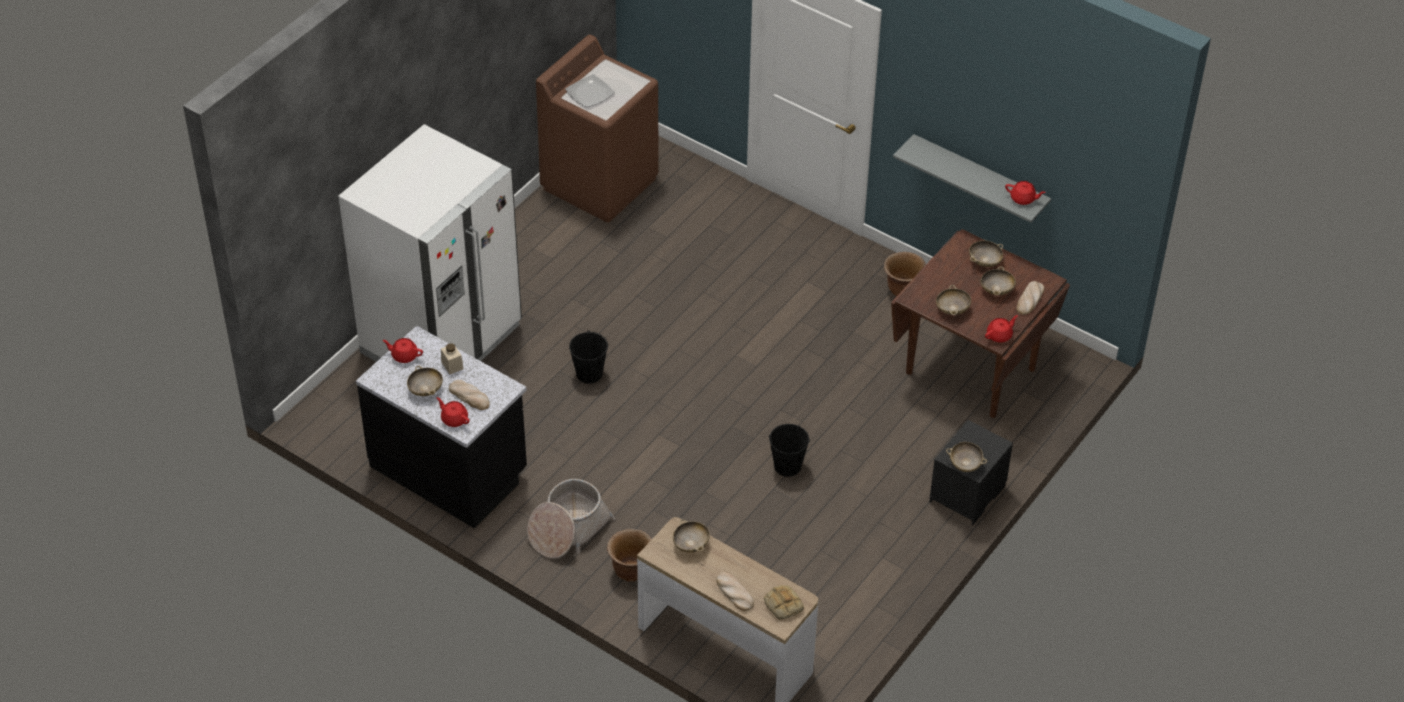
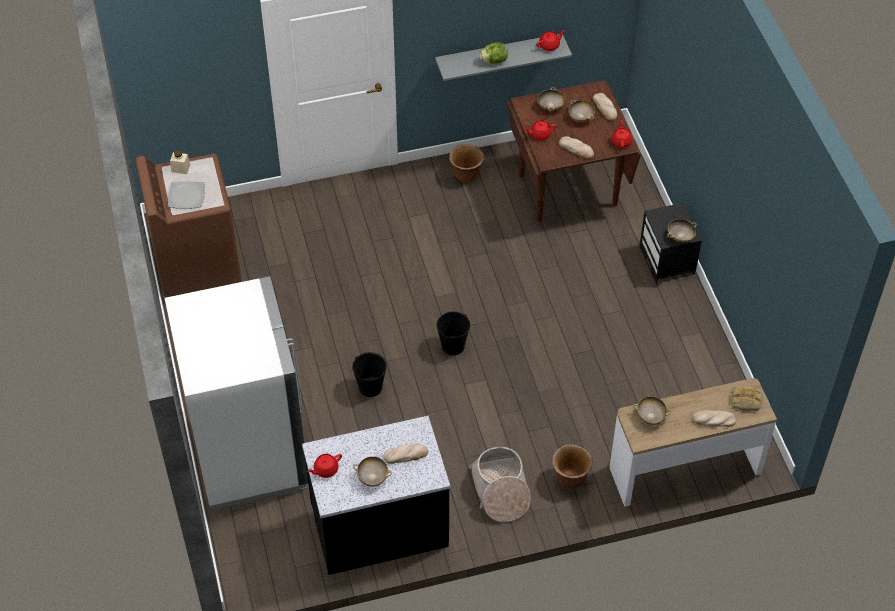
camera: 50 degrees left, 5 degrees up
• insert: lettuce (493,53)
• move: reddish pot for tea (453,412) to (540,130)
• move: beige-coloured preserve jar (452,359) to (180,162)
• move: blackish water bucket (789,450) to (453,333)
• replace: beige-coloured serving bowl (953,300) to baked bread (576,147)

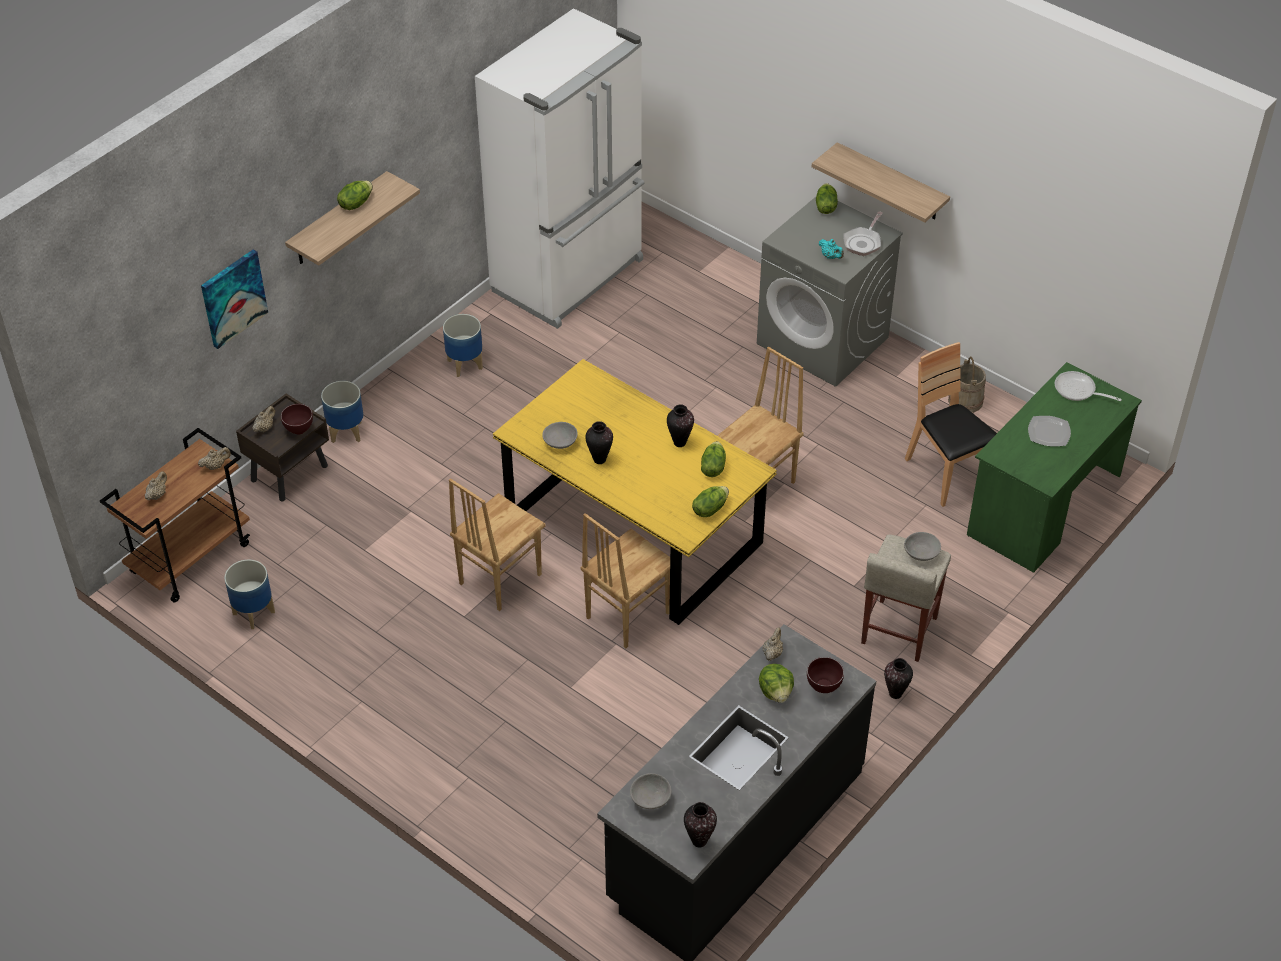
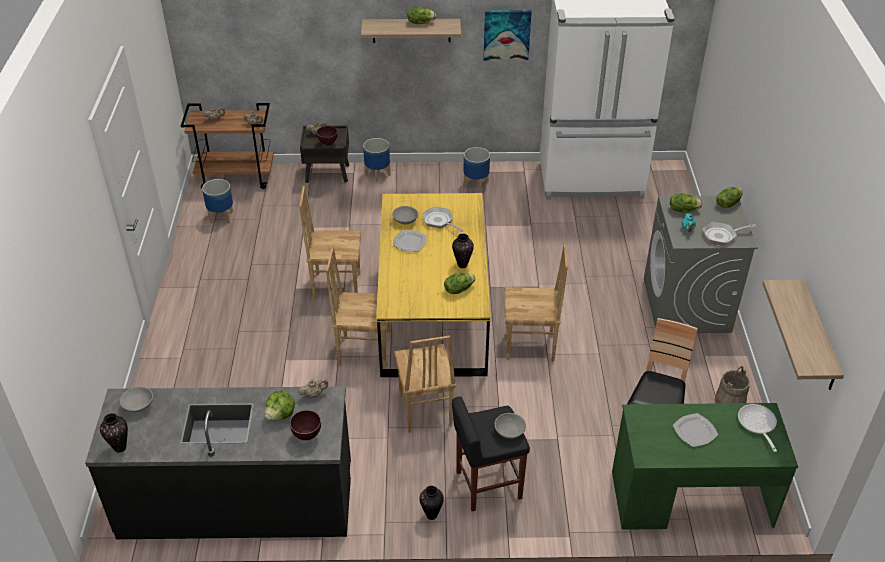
camera: 50 degrees right, 5 degrees down
• insert: brownish plain chair (425,384)
• insert: frying pan (443,219)
• move: wall picture (234,299) to (507,35)
• move: lettuce (710,501) to (686,202)
• move: shelf (881,182) to (803,335)
• replace: decorative vase (599,442) to plate (410,241)
• recolor: beige-coloured sitting stool (906,598) to blackish sitting stool (491,454)

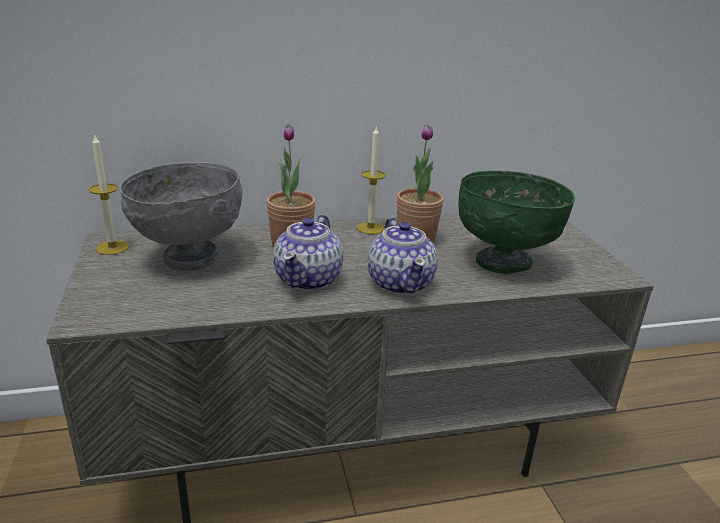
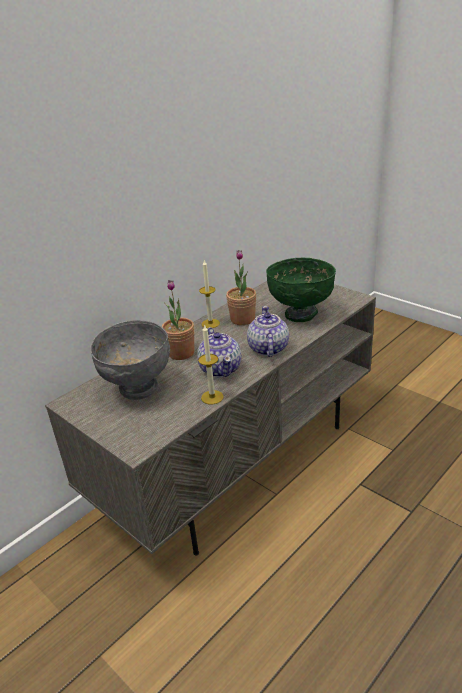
camera: 30 degrees left, 5 degrees up
• move: wax light (108,194) to (211,364)
• rotate: pot for tea (403,256) = (268,331) 135 degrees counterclockwise

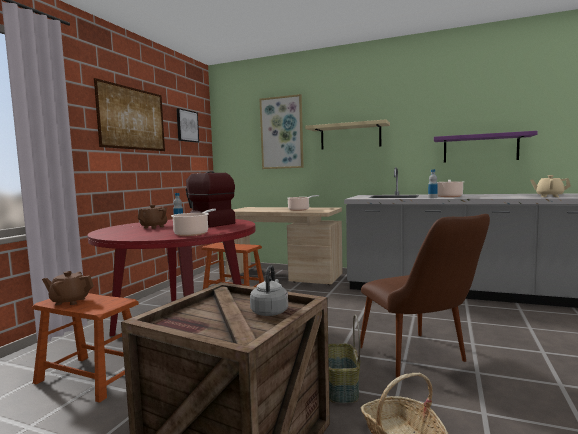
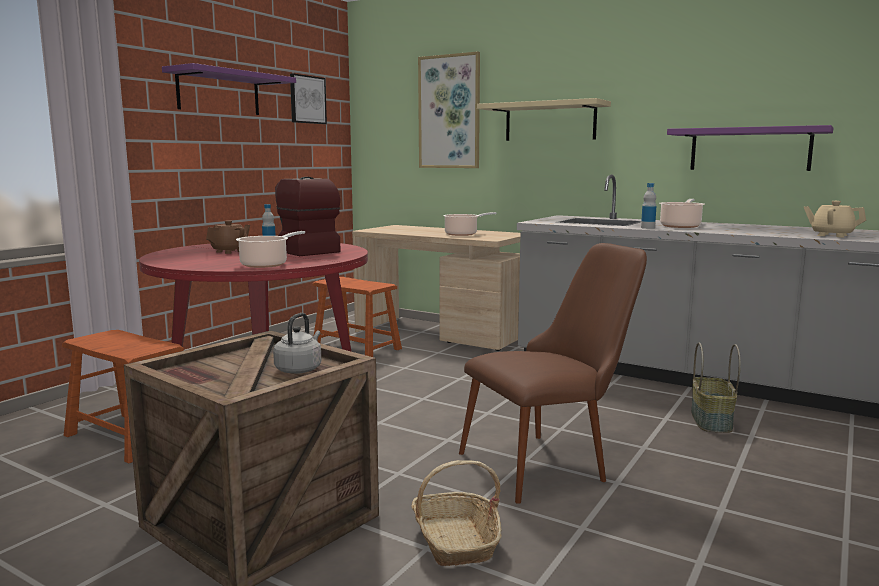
camera: 10 degrees right, 5 degrees up
• delete: brownish pot for tea (68,288)
• move: basket (344,359) to (716,387)
• replace: wall picture (129,114) to purple shelf (229,89)
• rotate: brownish plain chair (425,296) = (553,373) 105 degrees counterclockwise

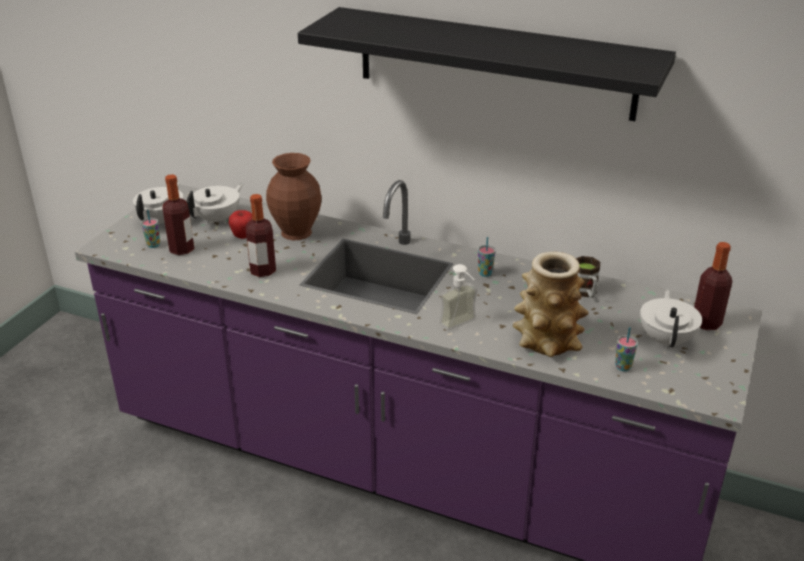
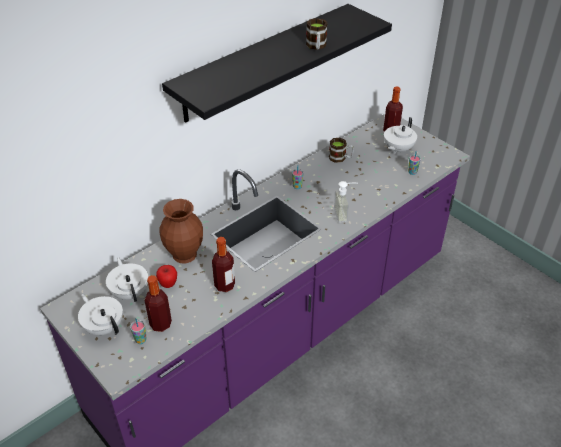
camera: 65 degrees left, 10 degrees up
• delete: decorative vase (551,304)
• insert: mug (317,34)
• rotate: whitish pot for tea (671,319) = (400,135) 90 degrees counterclockwise

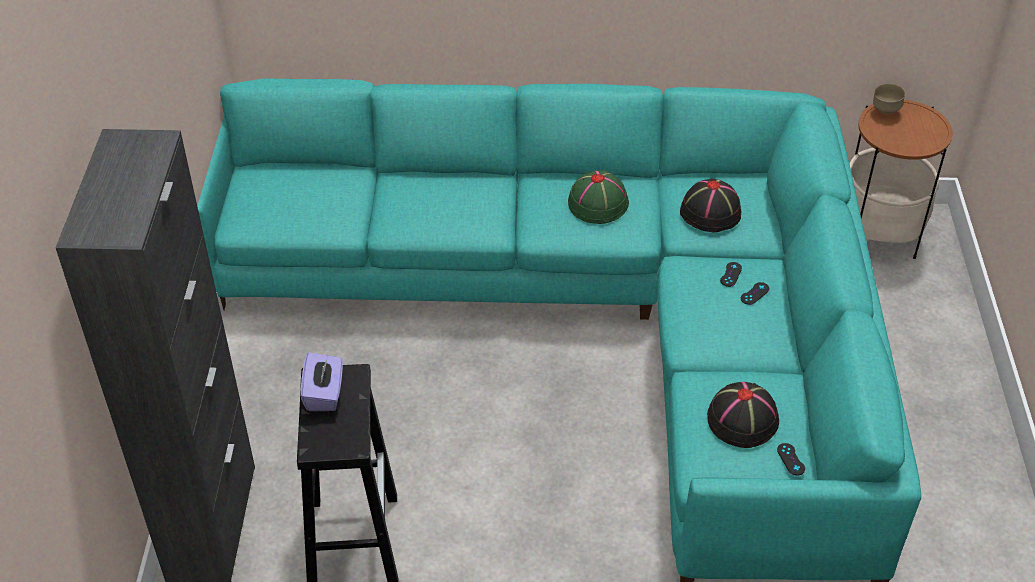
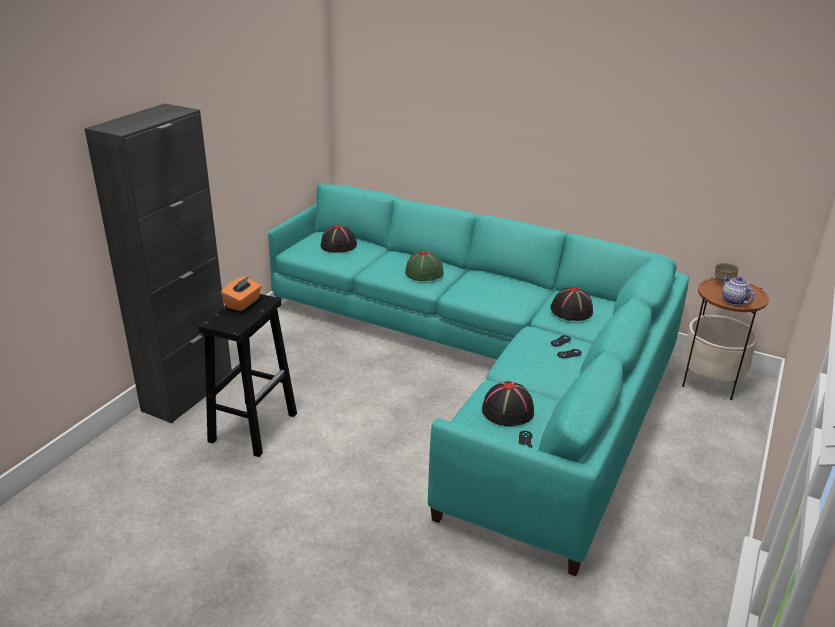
camera: 25 degrees right, 15 degrees down
• insert: blackish hat (339,239)
• insert: pot for tea (738,289)
• move: green-coloured hat (598,197) to (424,266)
• recolor: purple tissue box (322,381) to orange tissue box (241,293)

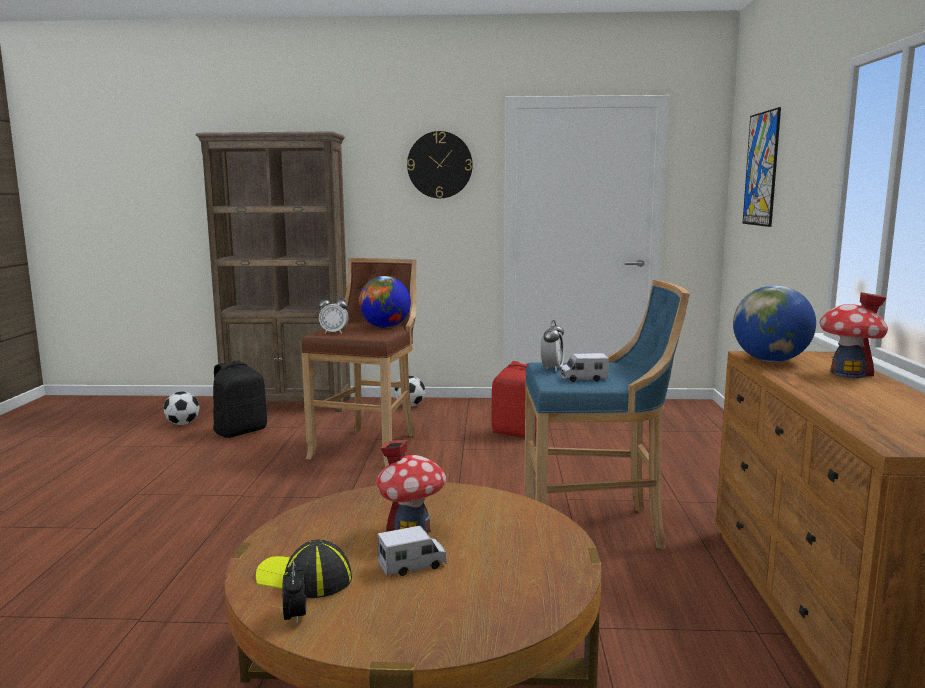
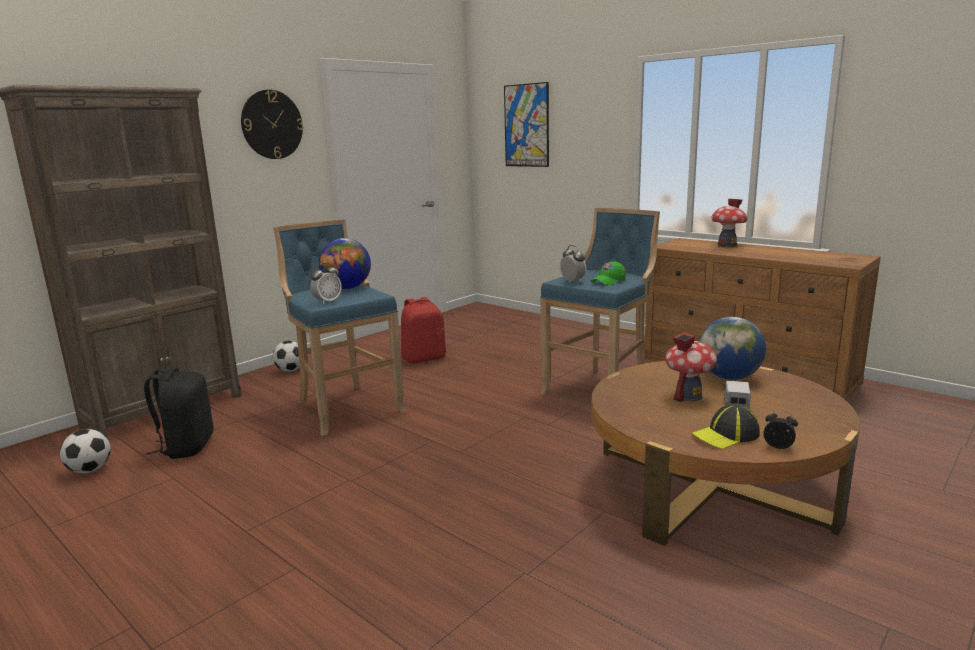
camera: 50 degrees left, 5 degrees up
• move: desk globe (774,323) to (732,348)
• replace: toy lorry (584,367) to green-coloured cap (608,273)
• recolor: brownish sitting stool (359,362) to blue-coloured sitting stool (340,328)

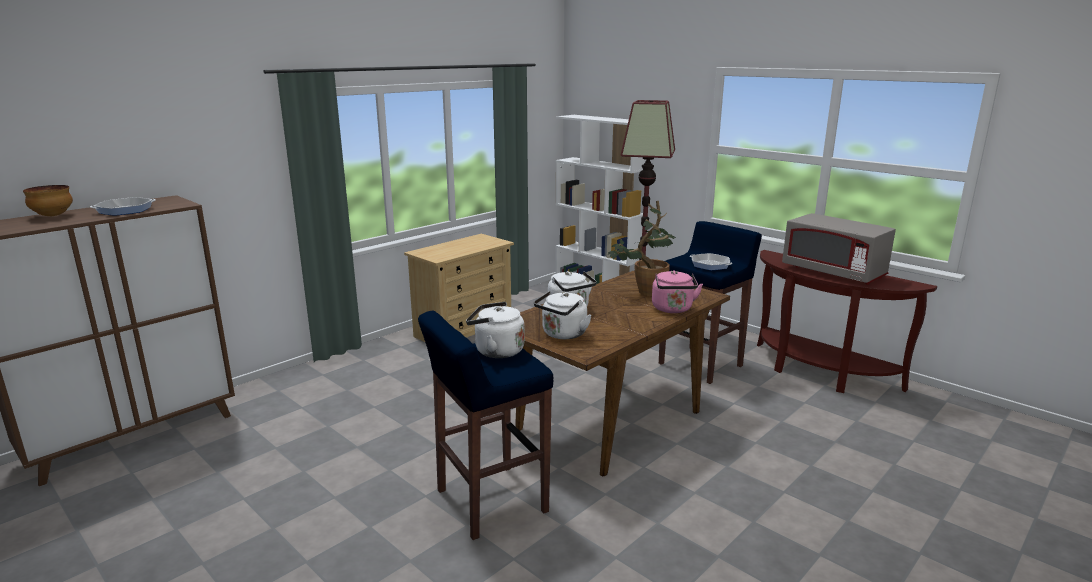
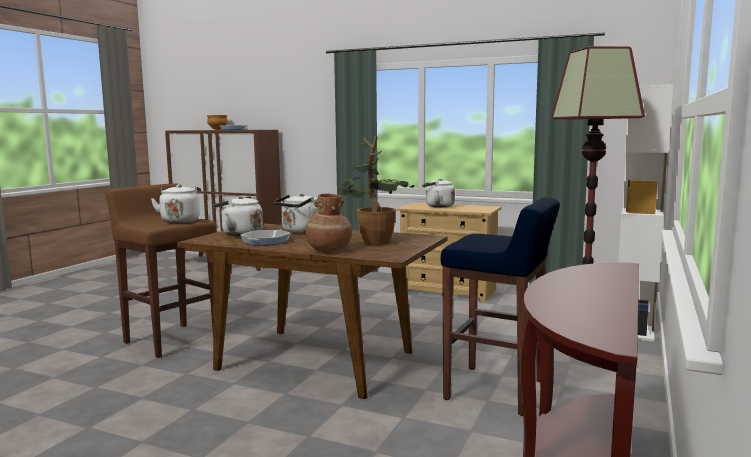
camera: 70 degrees right, 10 degrees down
• delete: greyish microwave oven (839,249)
• insert: whitish tea kettle (438,193)
• move: frying pan (711,261) to (266,237)
• replace: pink tea kettle (677,291) to brownish decorative vase (328,223)
• recolor: blue-coloured sitting stool (485,425) to brownish sitting stool (161,270)

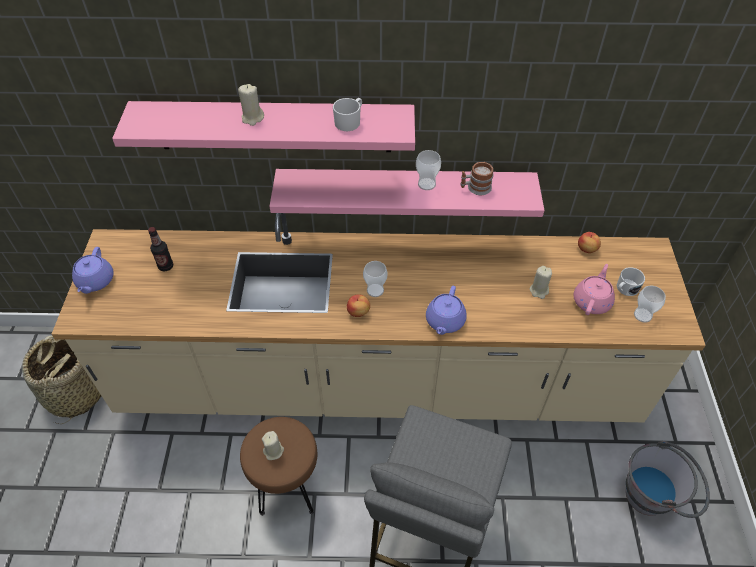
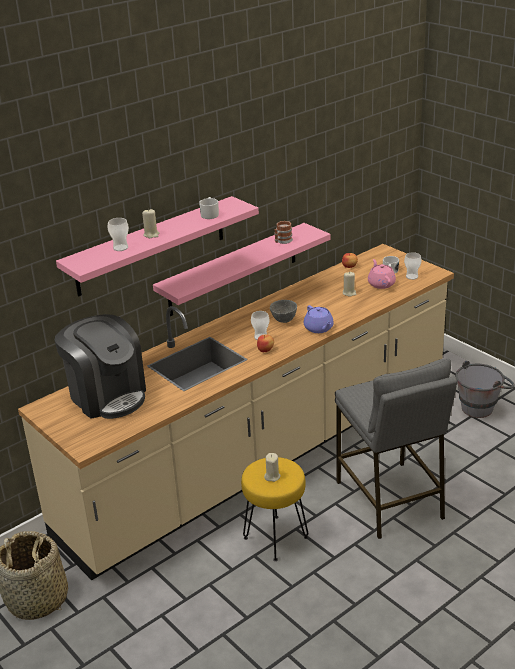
camera: 40 degrees left, 20 degrees down
• delete: purple pot for tea (93,270)
• insert: greyish serving bowl (283,311)
• move: drinking cup (428,170) to (118,234)
• replace: bottle (160,249) to coffee machine (100,366)
• recolor: brownish sitting stool (278,466) to yellow sitting stool (274,509)

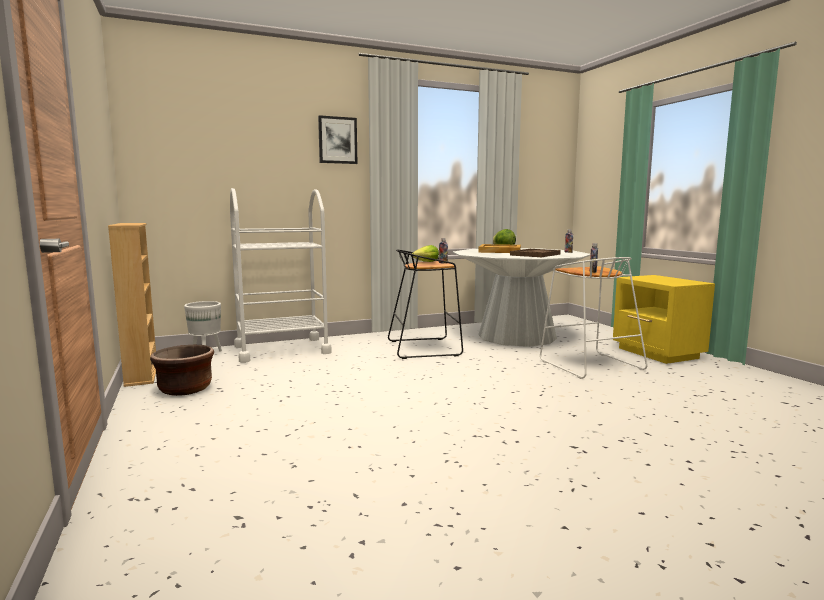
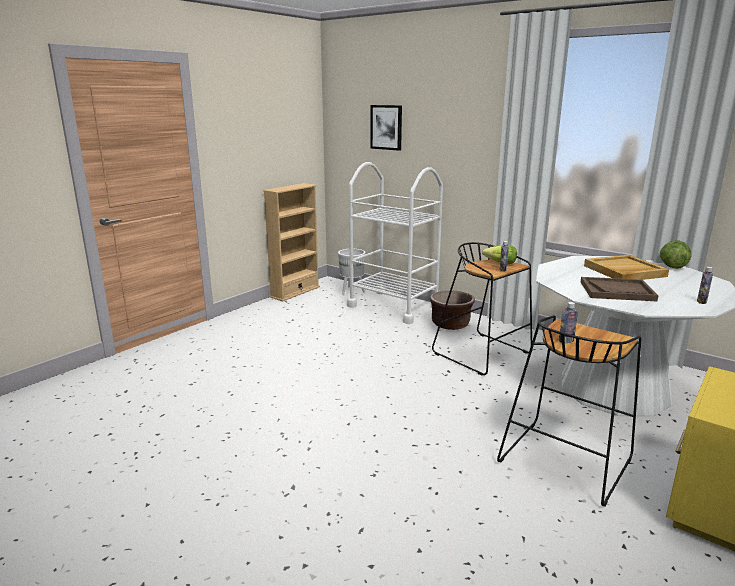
camera: 60 degrees right, 10 degrees up
• move: brownish planter (182,370) to (452,310)
• move: wall picture (337,139) to (386,128)
• recolor: whitish sitting stool (594,318) to blackish sitting stool (569,411)

